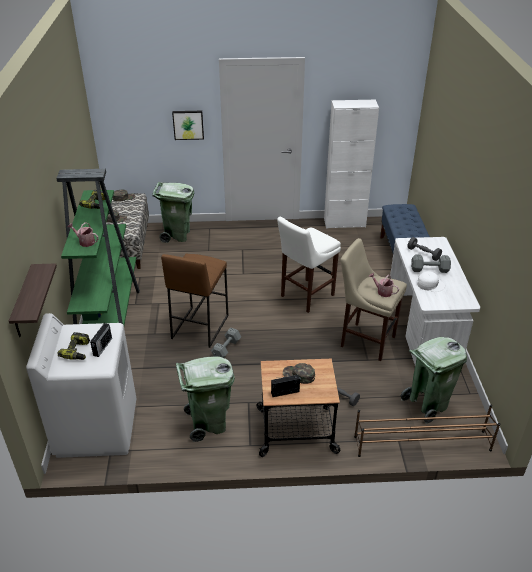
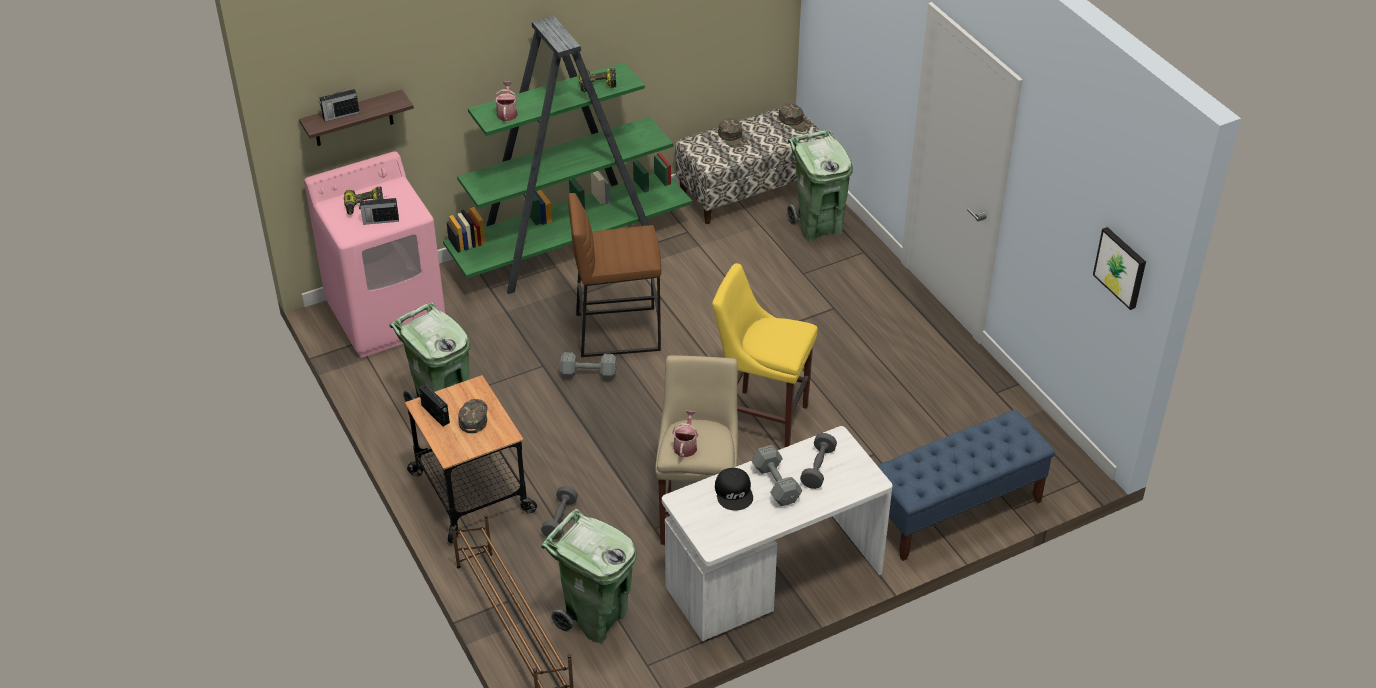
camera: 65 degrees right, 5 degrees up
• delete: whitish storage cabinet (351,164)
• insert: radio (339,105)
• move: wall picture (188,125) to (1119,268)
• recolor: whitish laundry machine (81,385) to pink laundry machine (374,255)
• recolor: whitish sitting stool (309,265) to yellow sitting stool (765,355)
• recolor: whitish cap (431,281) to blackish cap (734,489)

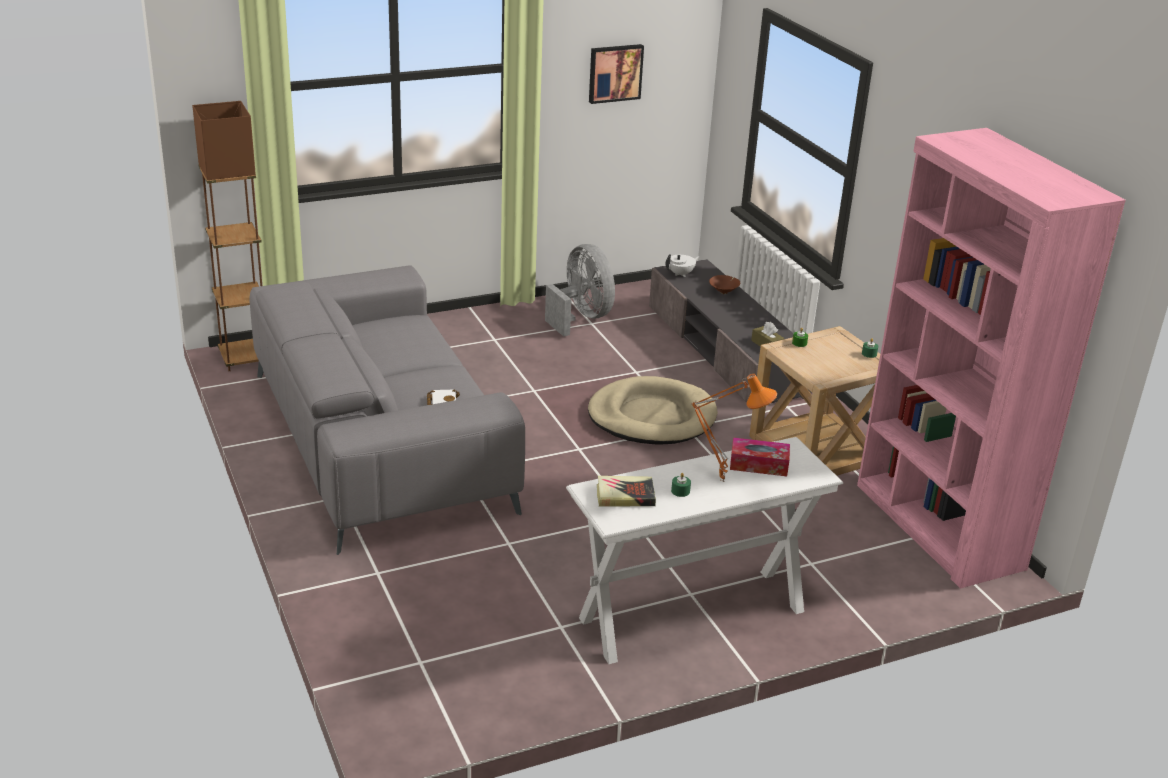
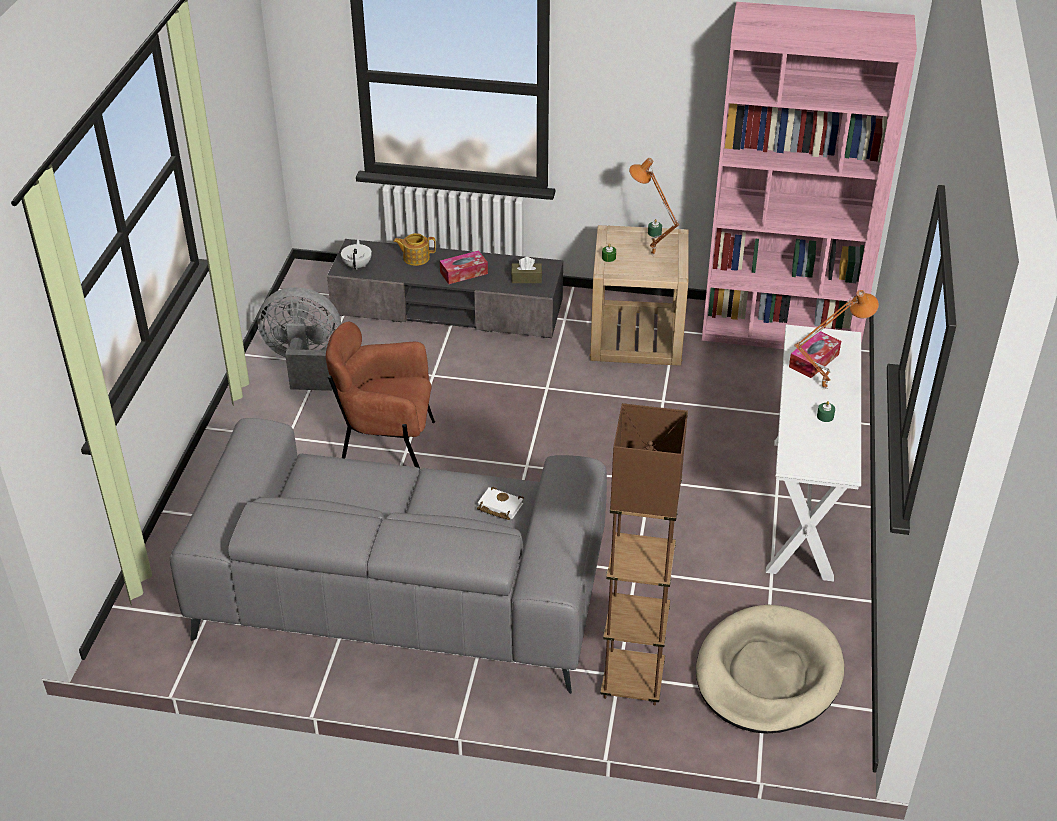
camera: 55 degrees left, 10 degrees up
• delete: wall picture (616,74)
• delete: book (626,491)
• insert: brownish lounge chair (380,395)
• insert: tissue box (464,267)
• insert: orange table lamp (654,206)
• move: brownish standard lamp (227,236) to (644,554)
• move: beige-coloured pet bed (653,410) to (770,669)
• replace: brownish serving bowl (724,284) to pot for tea (414,249)

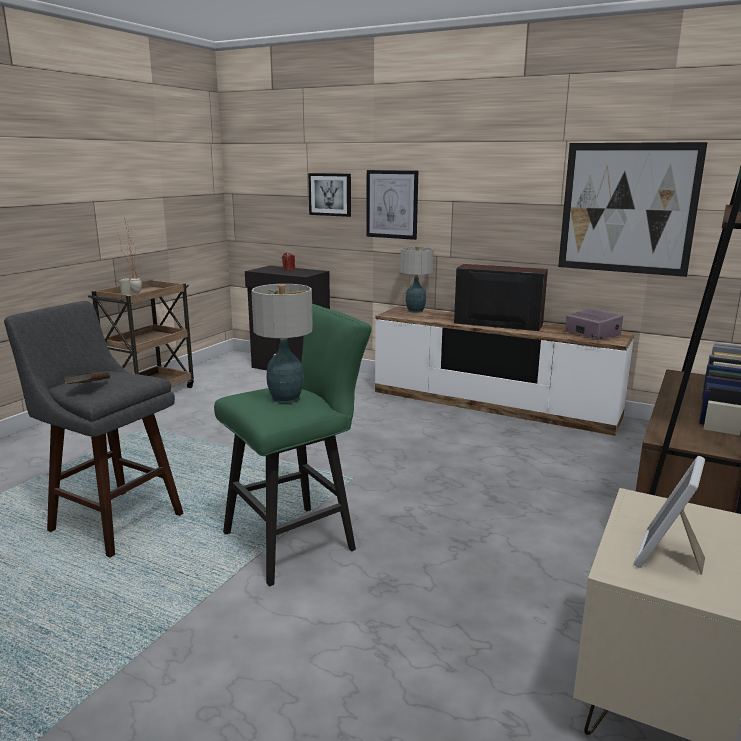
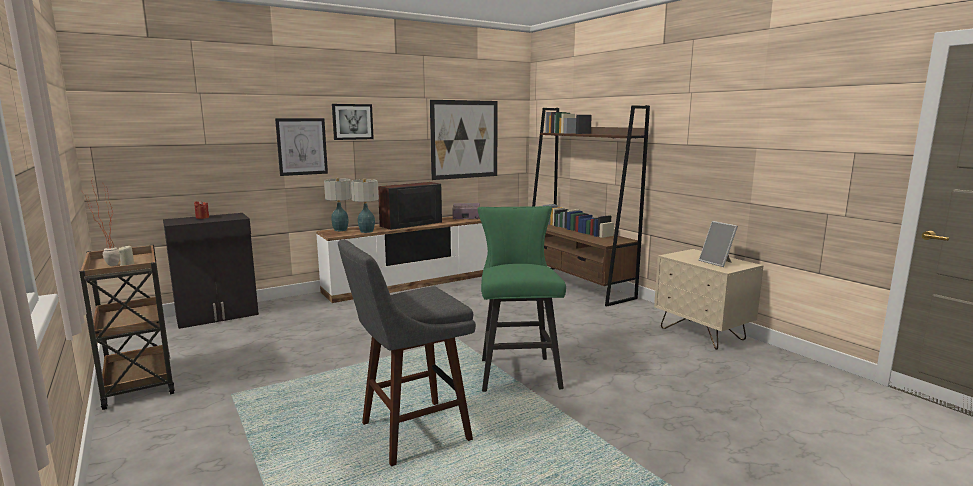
camera: 60 degrees left, 5 degrees down
• delete: brownish book (86,378)
• move: table lamp (282,343) to (365,206)
• move: wall picture (329,195) to (353,122)

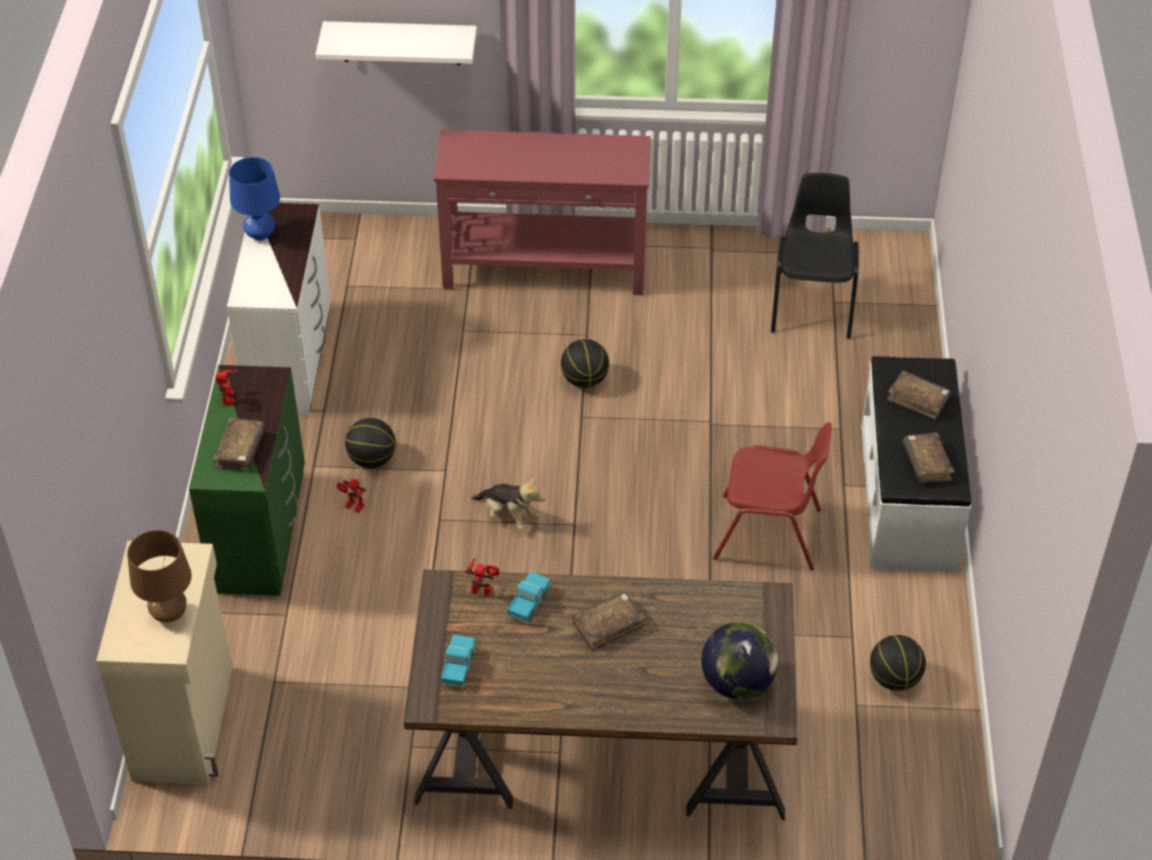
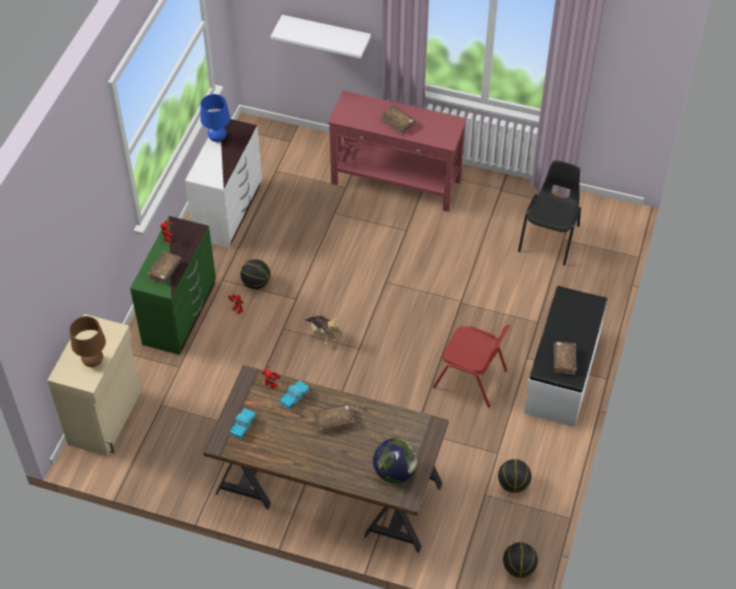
camera: 15 degrees right, 5 degrees up
• move: basketball (585,363) to (520,560)
• move: brownish book (919,395) to (398,120)

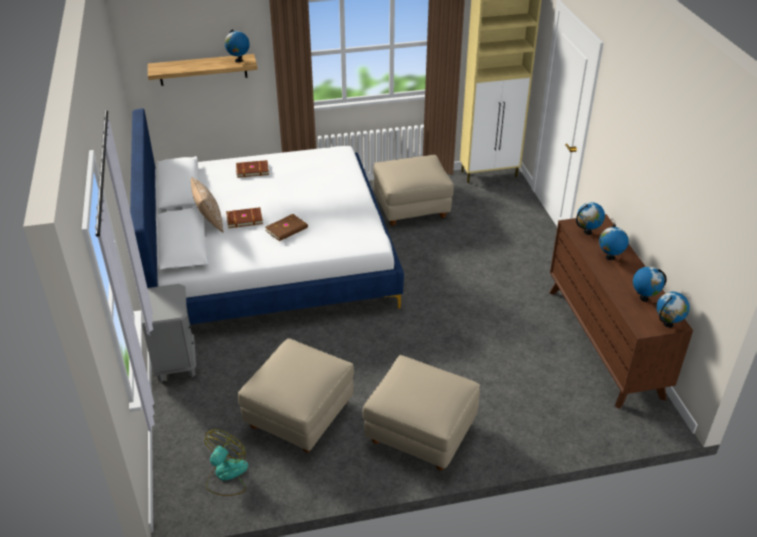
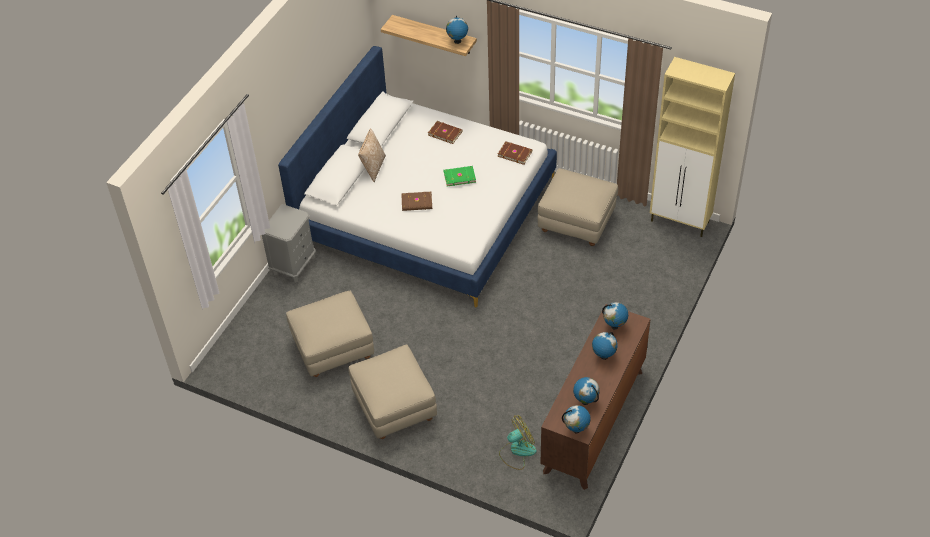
camera: 40 degrees right, 10 degrees up
• insert: green-coloured book (459,176)
• move: cooling fan (226,462) to (518,442)
• move: brownish book (244,217) to (514,153)

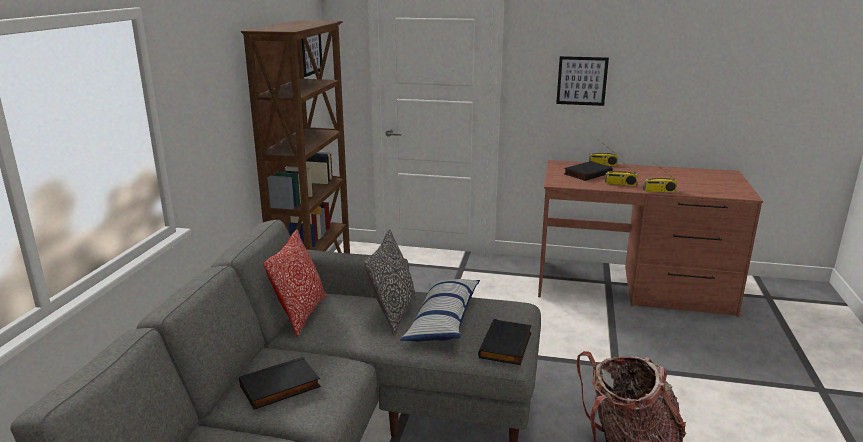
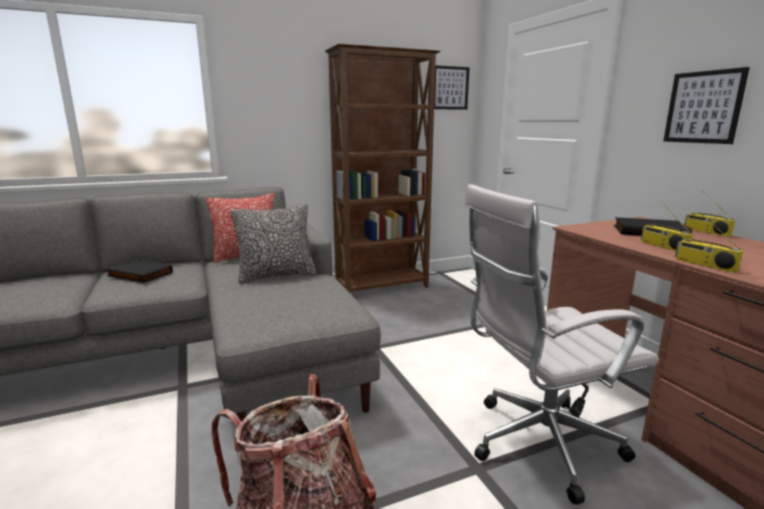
camera: 55 degrees right, 5 degrees down
• delete: cushion (440,310)
• delete: blackish book (505,342)
• insert: whitish office chair (561,344)

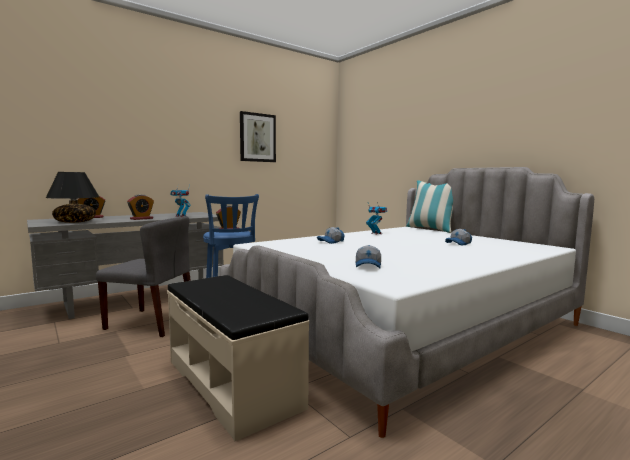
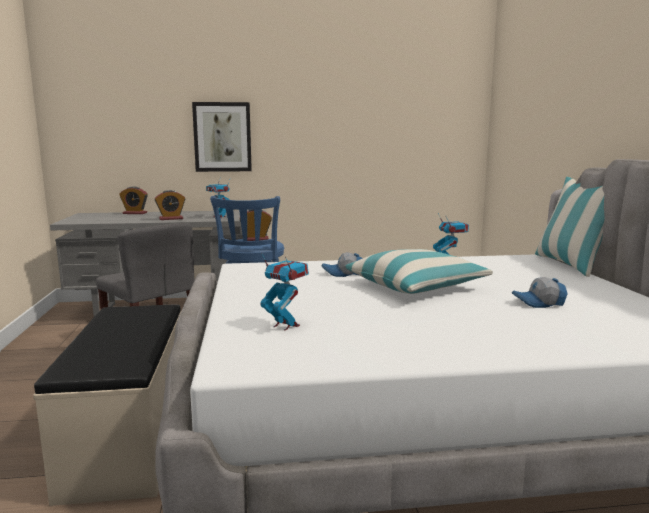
camera: 30 degrees right, 5 degrees up
• delete: blackish table lamp (72,197)
• insert: cushion (419,271)
• move: wall picture (258,136) to (222,137)
• replace: cap (368,256) to toy robot (285,291)

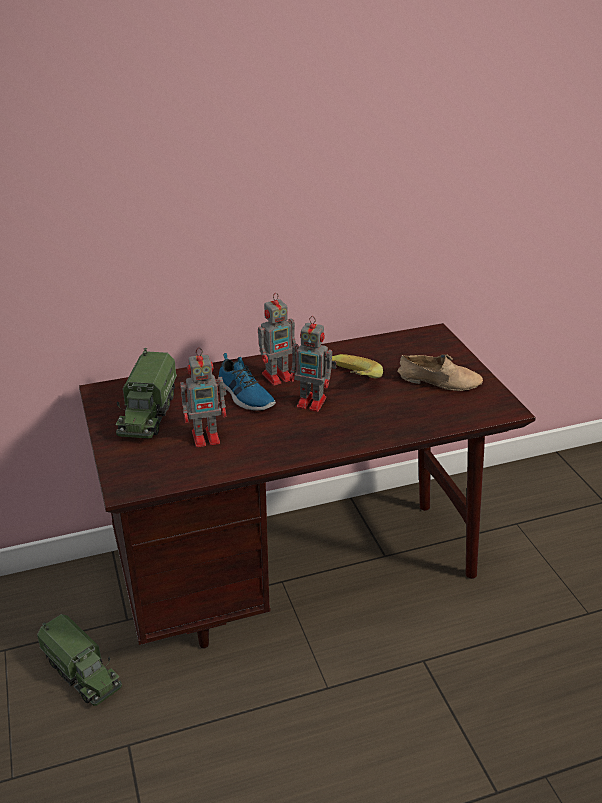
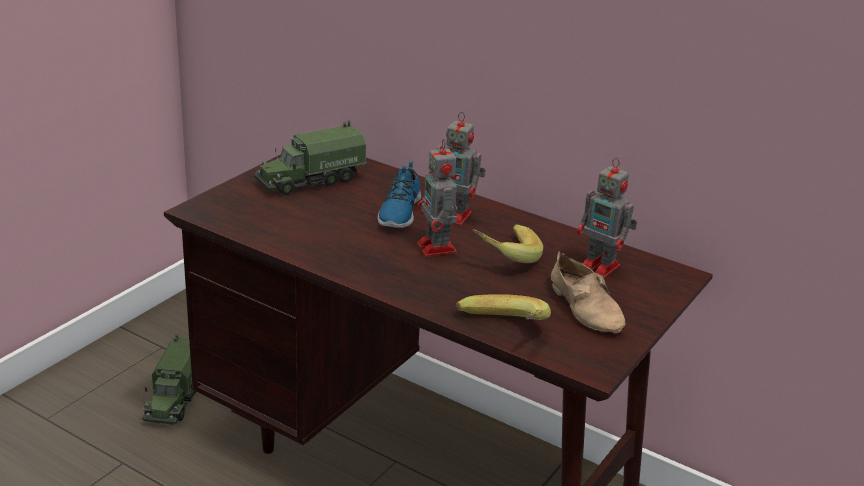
camera: 50 degrees right, 5 degrees down
• insert: banana fruit (503,307)
• move: toy robot (203,397) to (607,218)

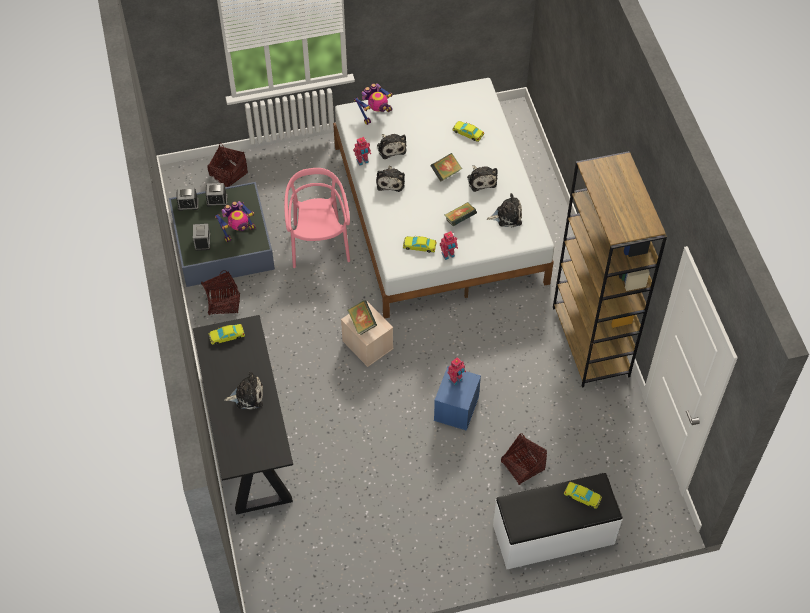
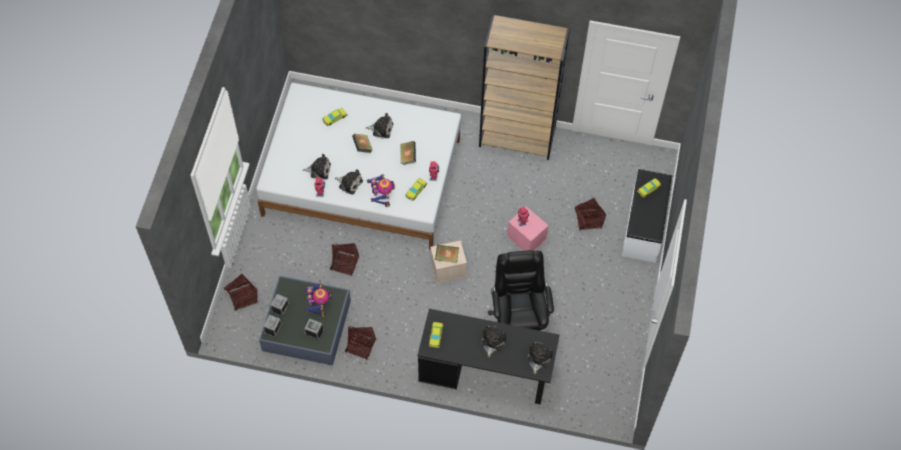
camera: 65 degrees left, 5 degrees up
• insert: blackish office chair (521,290)
• move: toy robot (373,104) to (381,190)
• move: soft toy (504,210) to (540,358)
• replace: pink plain chair (317,218) to basket (344,259)
• recolor: blue-coloured storage bin (457,398) to pink storage bin (528,228)

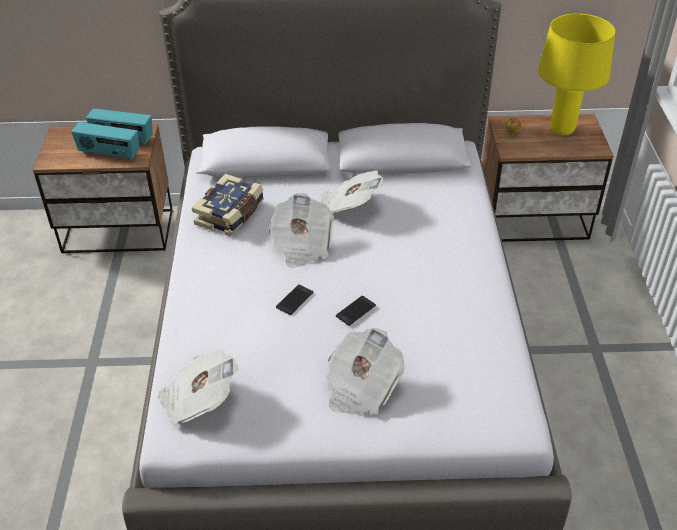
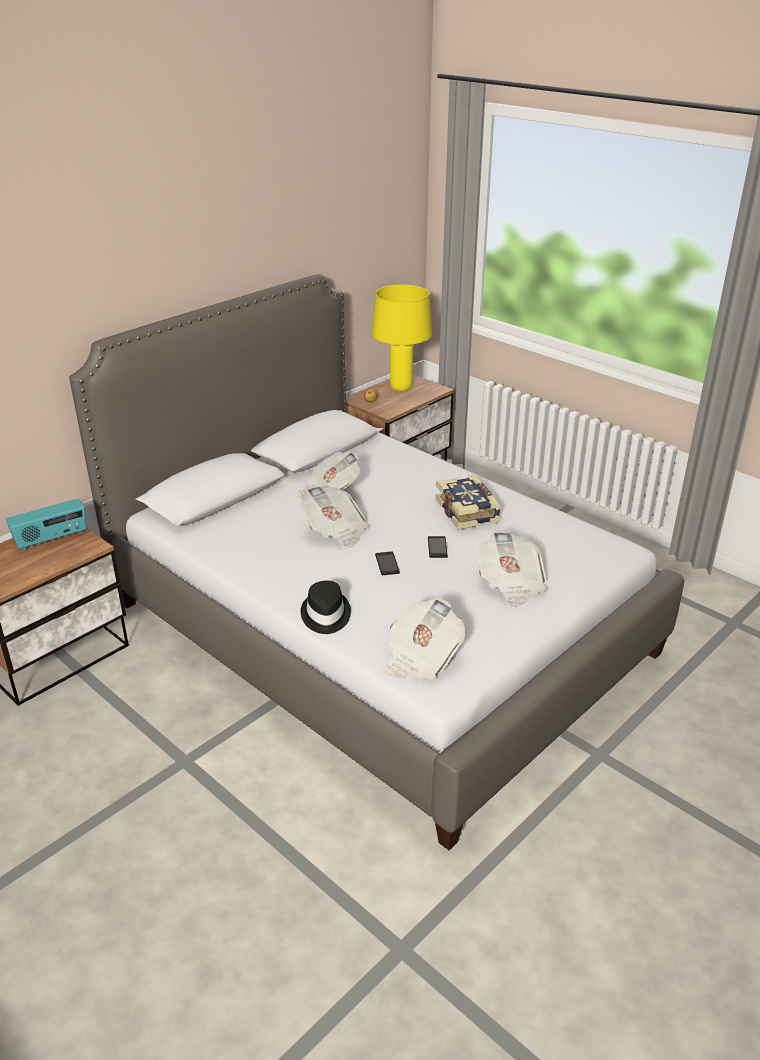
camera: 45 degrees left, 10 degrees down
• delete: radio (105,141)
• insert: blackish hat (326,607)
• move: book (228,205) to (468,502)

